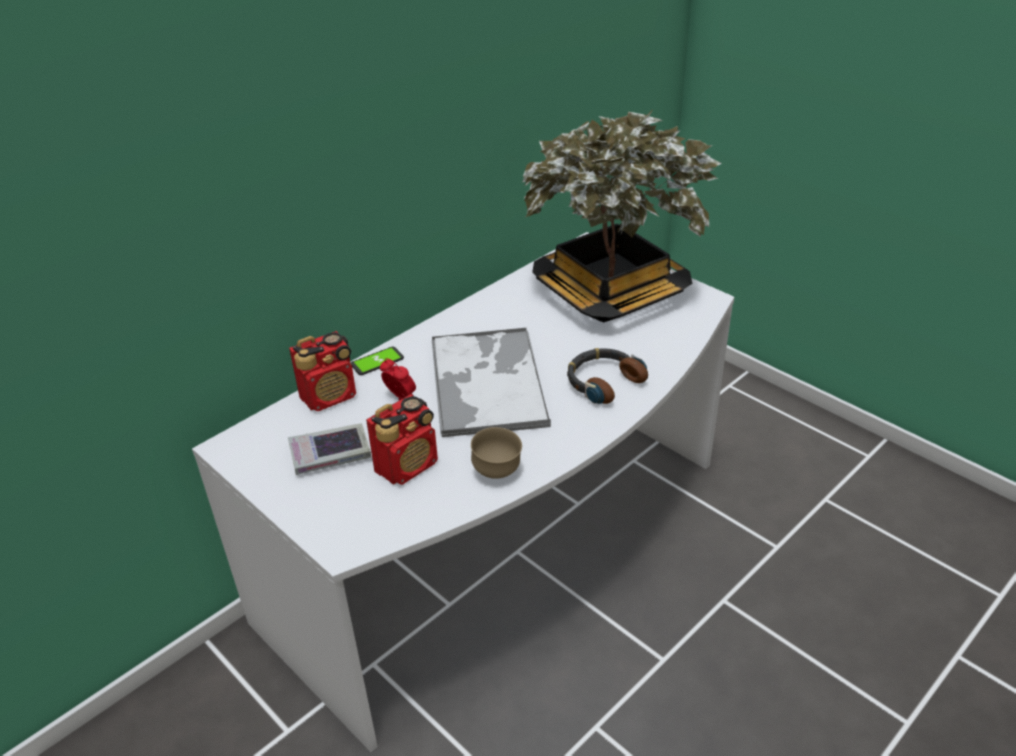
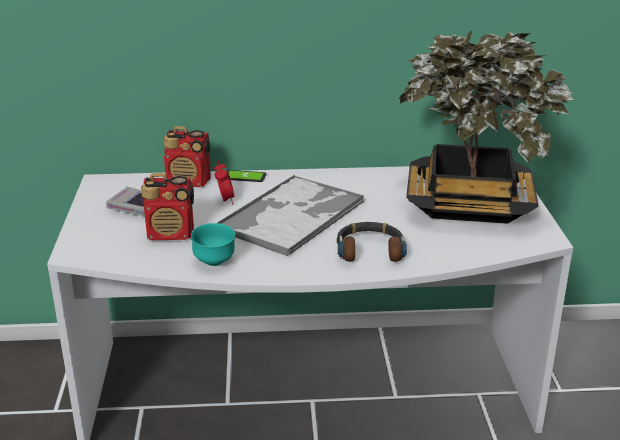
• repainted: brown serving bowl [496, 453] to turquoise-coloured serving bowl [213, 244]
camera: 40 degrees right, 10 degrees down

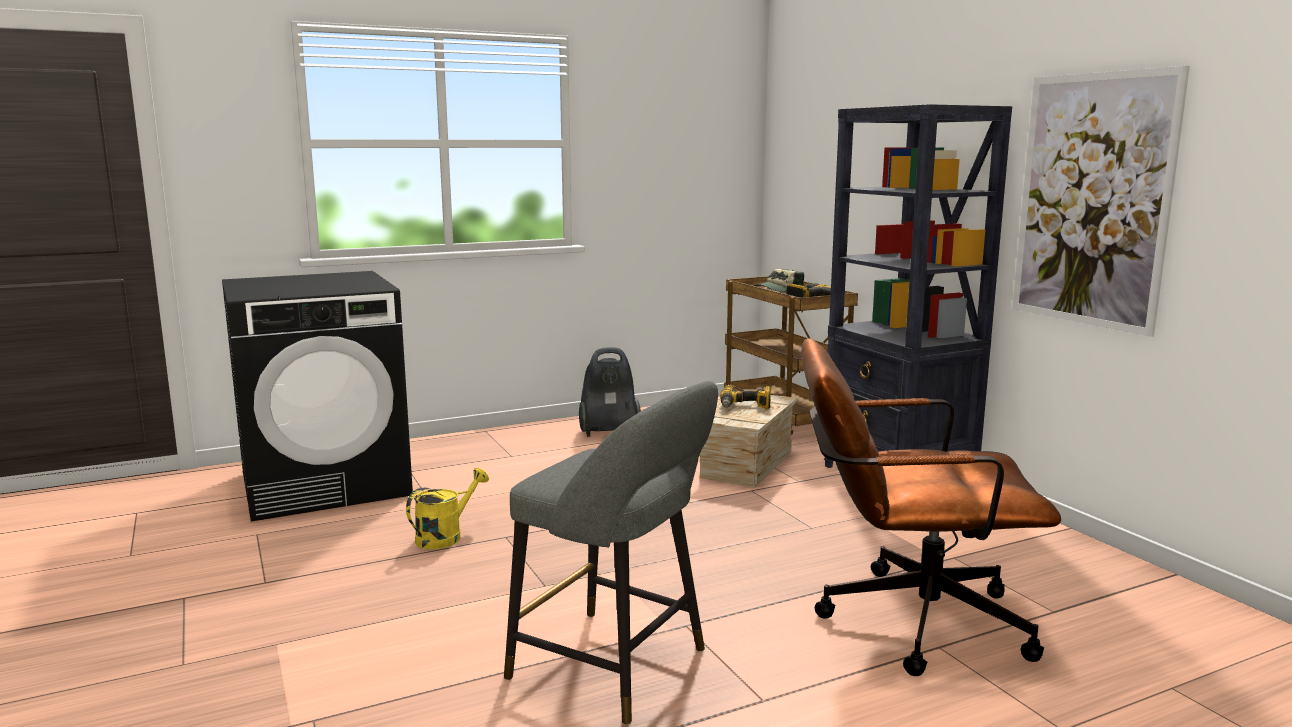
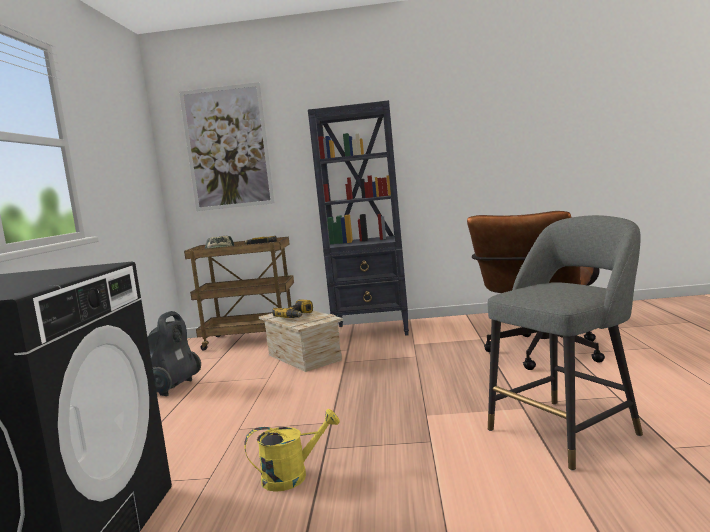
• shifted: picture [1101, 201] to [227, 146]
• rotated: yellow watering can [447, 508] = [292, 450] 90 degrees clockwise
camera: 60 degrees left, 5 degrees down

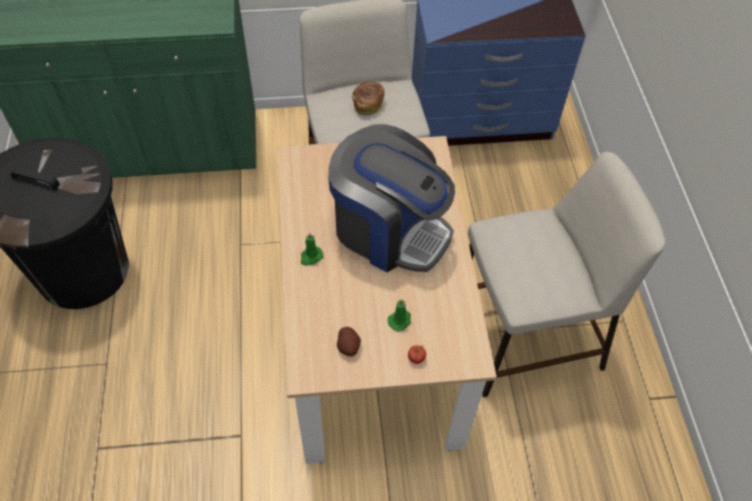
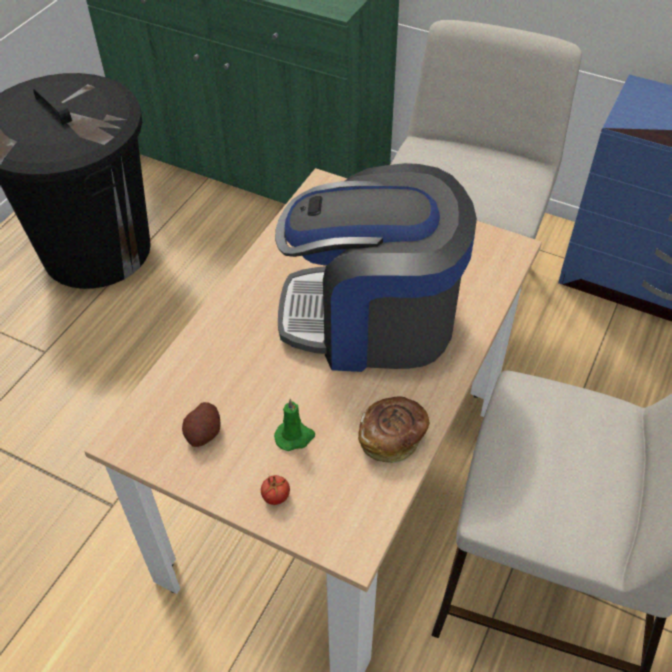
• shifted: bread [368, 98] to [394, 430]
• rotated: coffee brewer [391, 198] = [376, 267] 120 degrees clockwise
• gone: green candle [312, 249]
camera: 35 degrees right, 5 degrees down

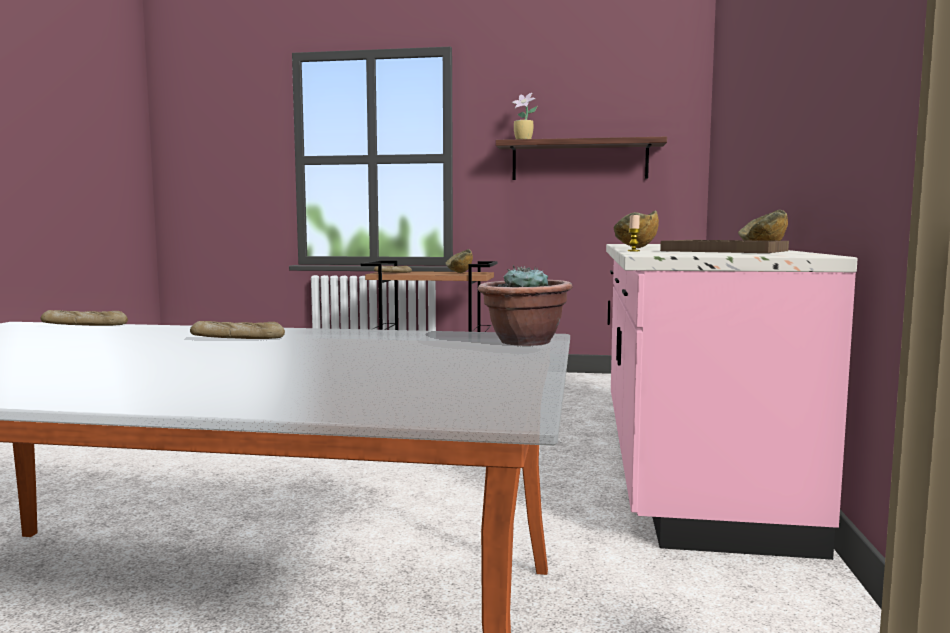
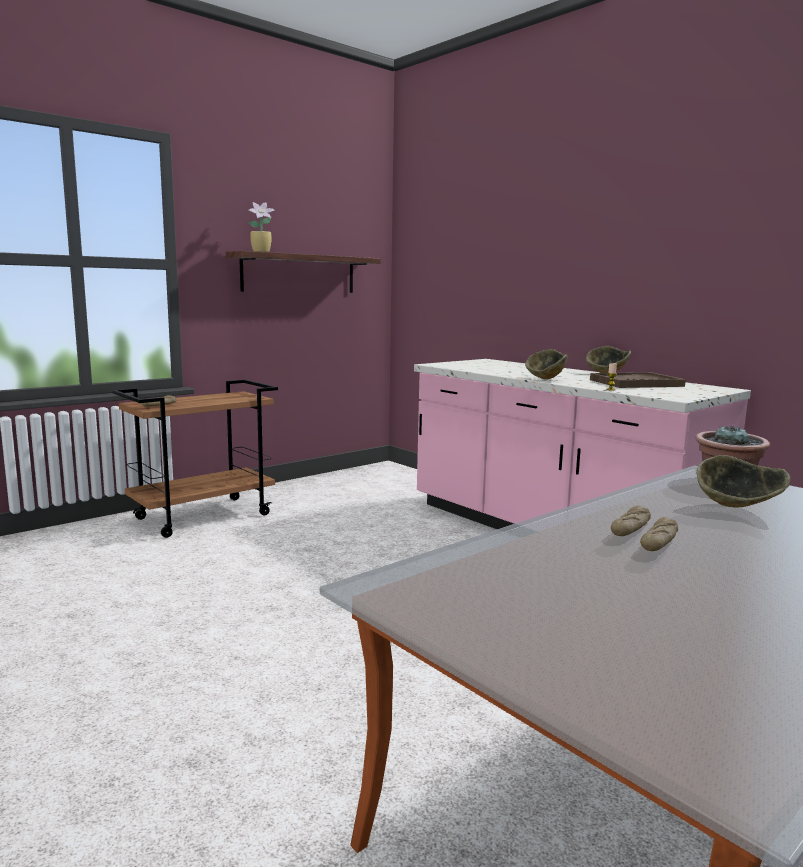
• shifted: serving bowl [459, 261] to [743, 481]
• shifted: bread [84, 318] to [659, 534]
camera: 50 degrees left, 5 degrees up

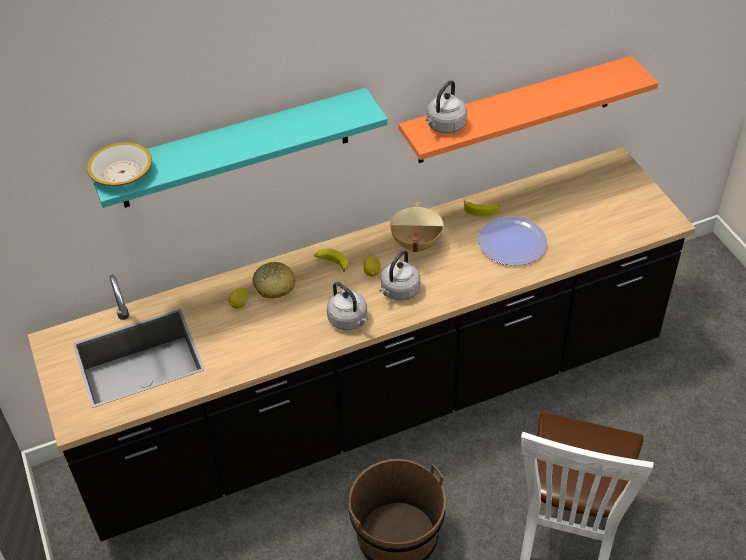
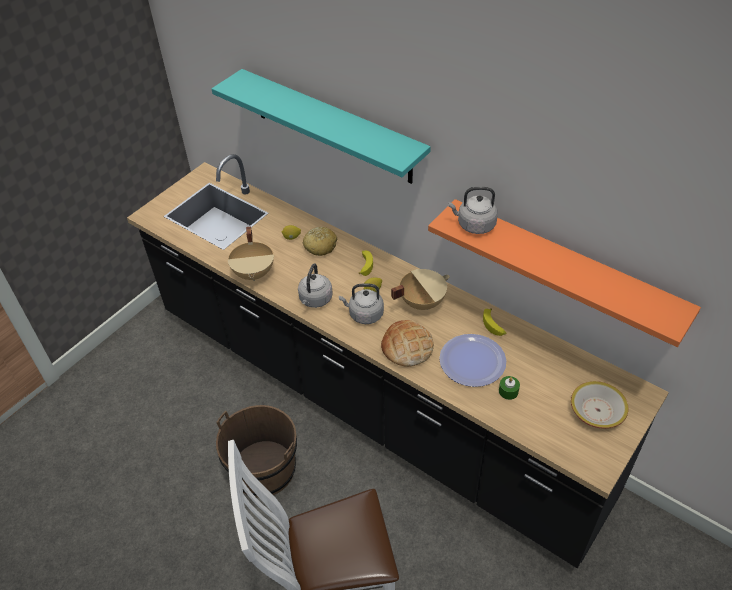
• shifted: serving bowl [119, 164] to [600, 405]
• new: beige-coloured cooking pot [250, 253]
• new: bread [407, 343]
• new: green candle [509, 388]
camera: 60 degrees right, 0 degrees up

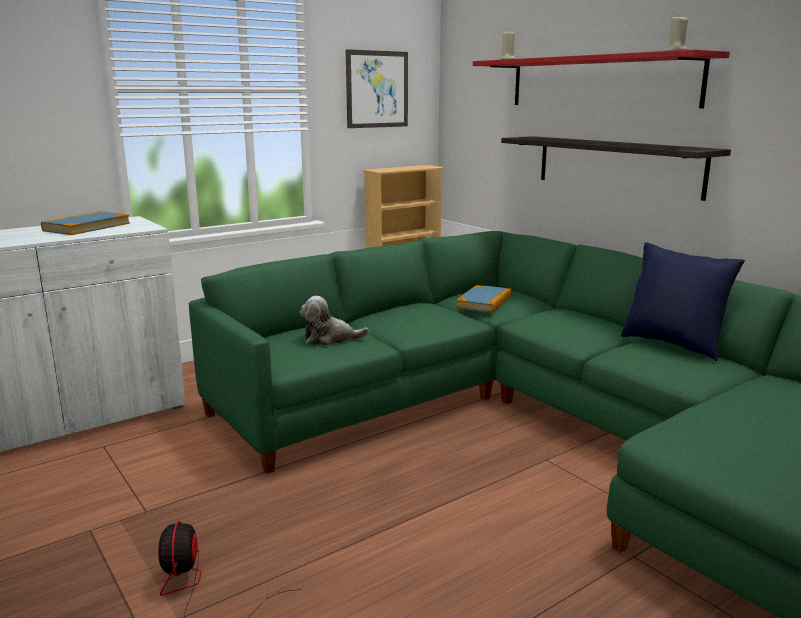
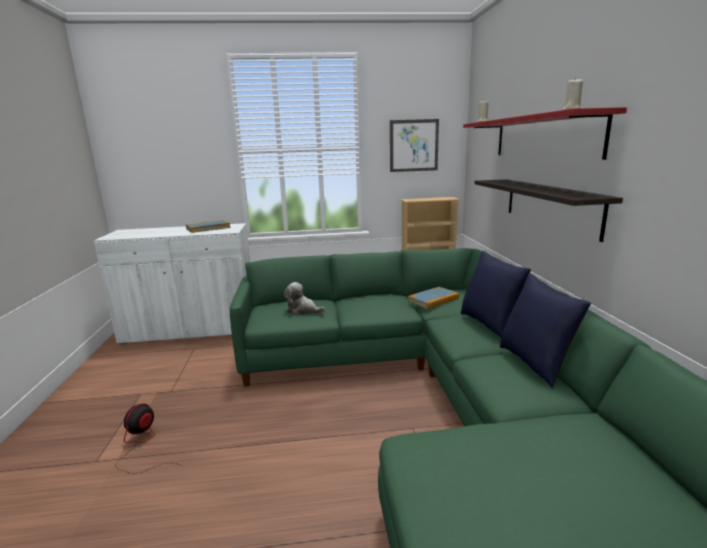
• new: blue cushion [496, 294]
camera: 30 degrees right, 0 degrees up

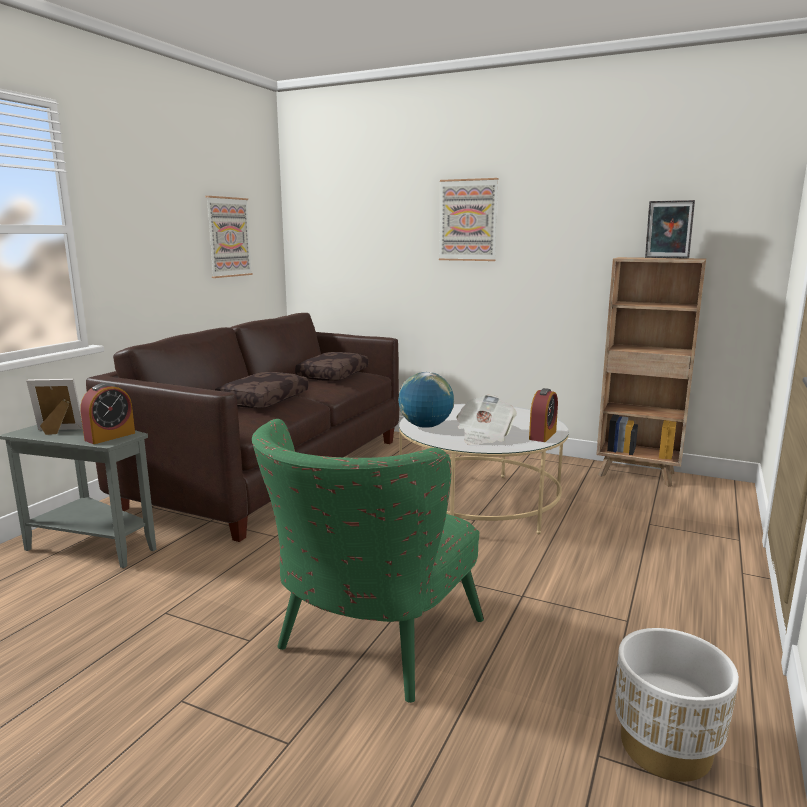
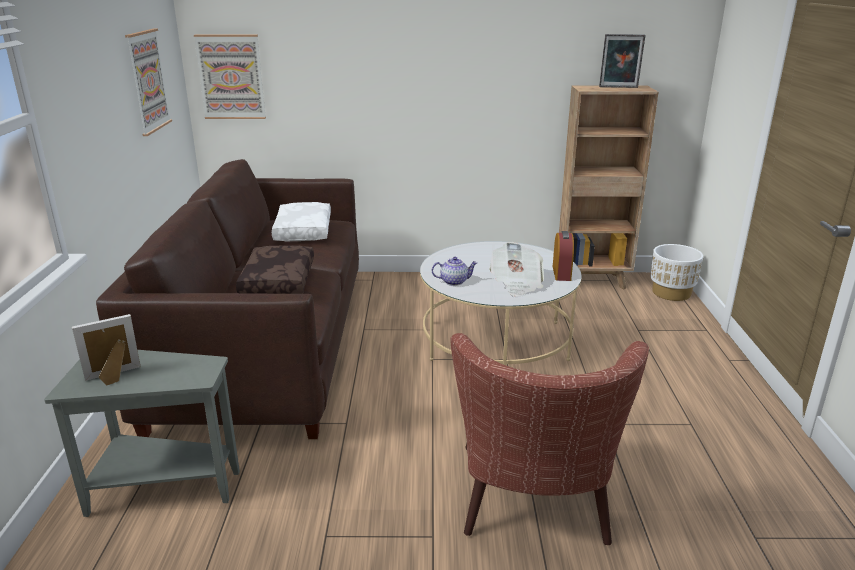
• shifted: picture [468, 219] to [230, 77]
• repainted: brown cushion [331, 366] to white-coloured cushion [301, 221]
• swapped: globe [426, 400] to teapot [454, 271]
• gone: bedside clock [107, 413]
• repainted: green easy chair [368, 561] to brown easy chair [549, 439]
• shifted: white-coloured plant pot [677, 705] to [677, 272]
camera: 25 degrees left, 10 degrees up

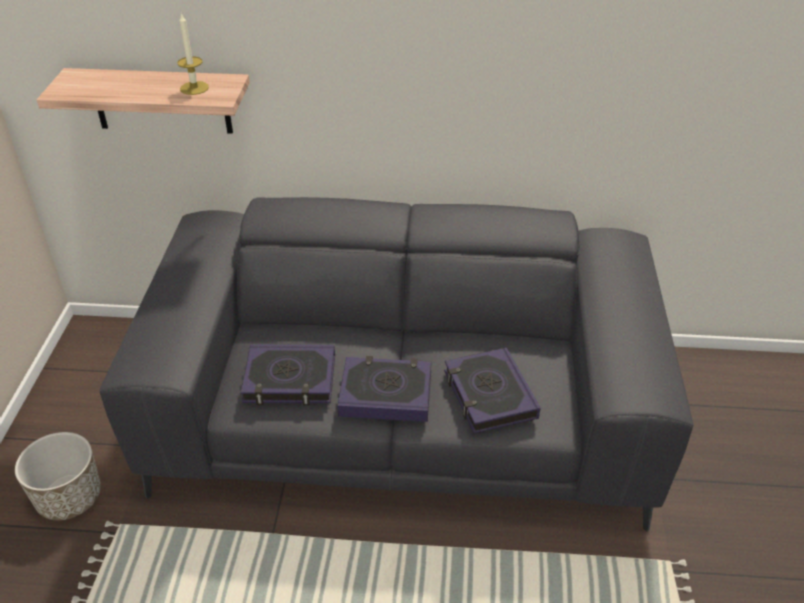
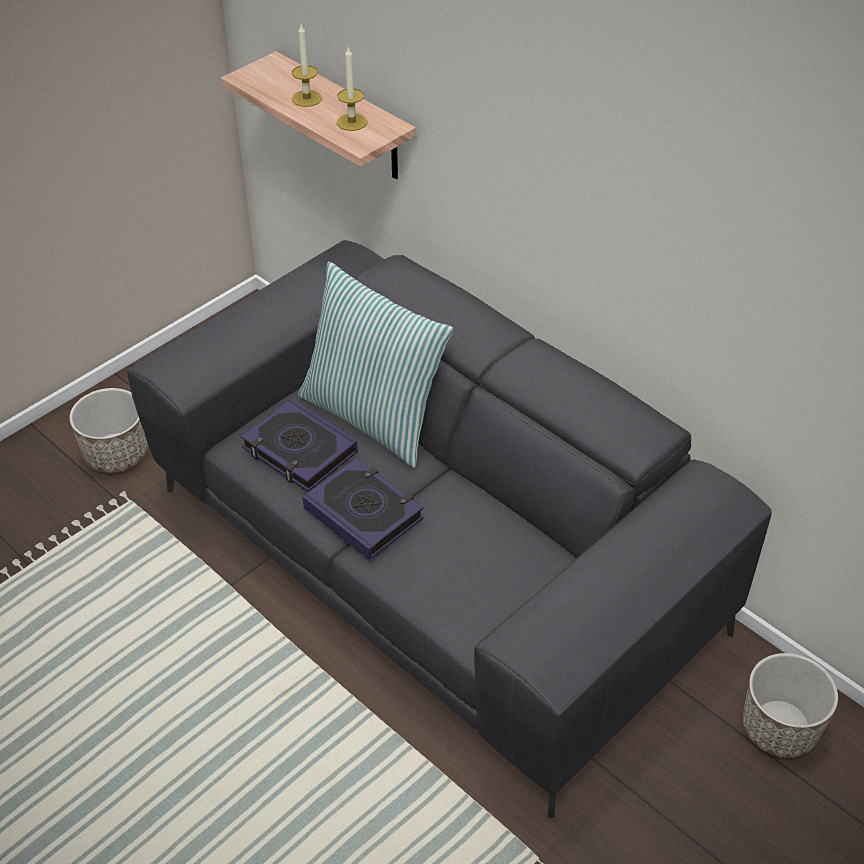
• gone: volume [492, 391]
• new: candle [307, 66]
• new: cushion [375, 365]
• new: plant pot [790, 705]
camera: 40 degrees right, 5 degrees up

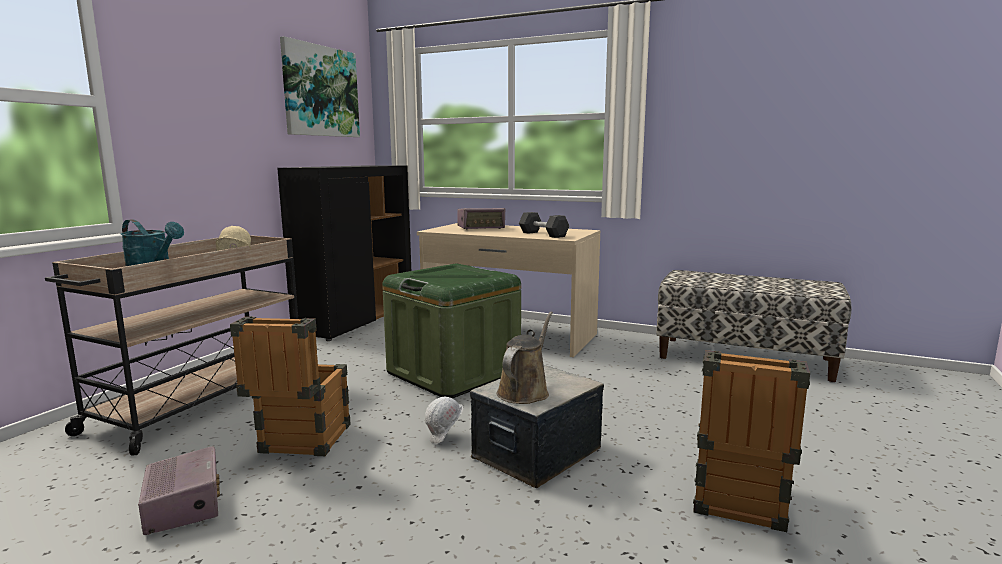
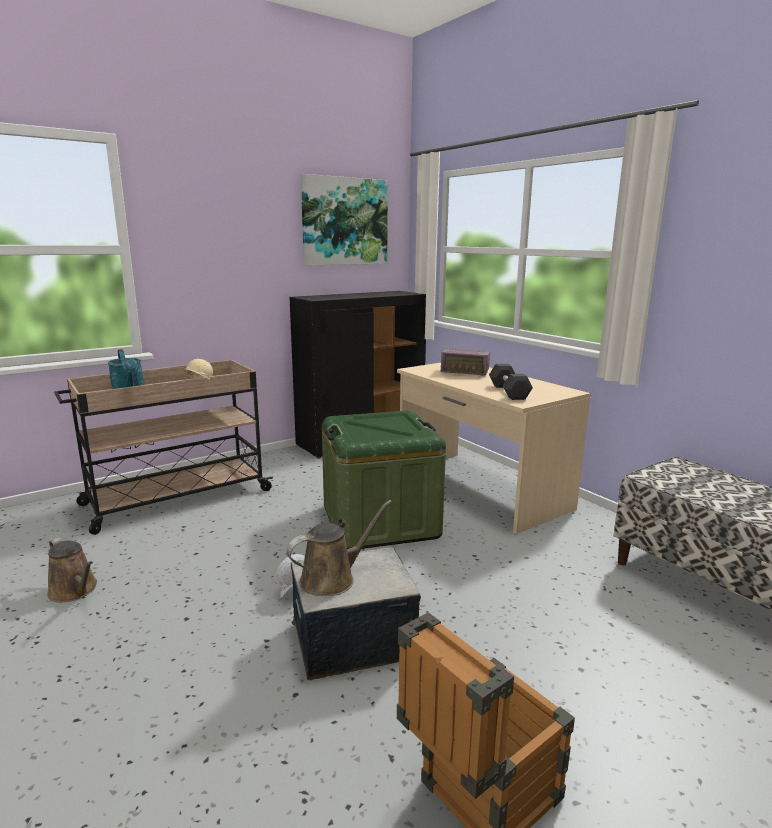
• gone: shipping crate [290, 386]
• swapped: radio set [179, 490] to brown watering can [72, 569]
camera: 30 degrees right, 5 degrees up

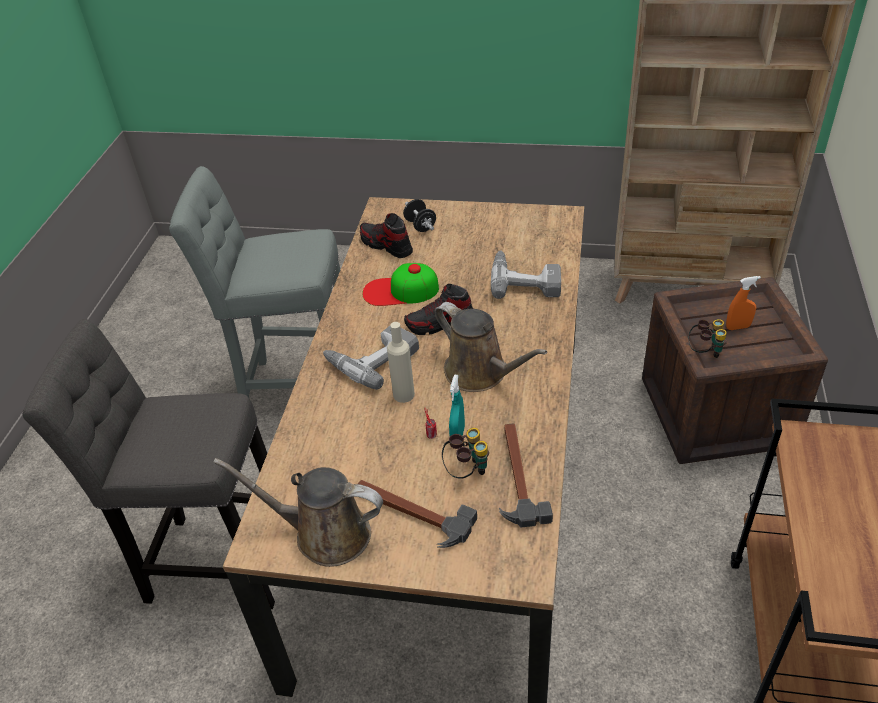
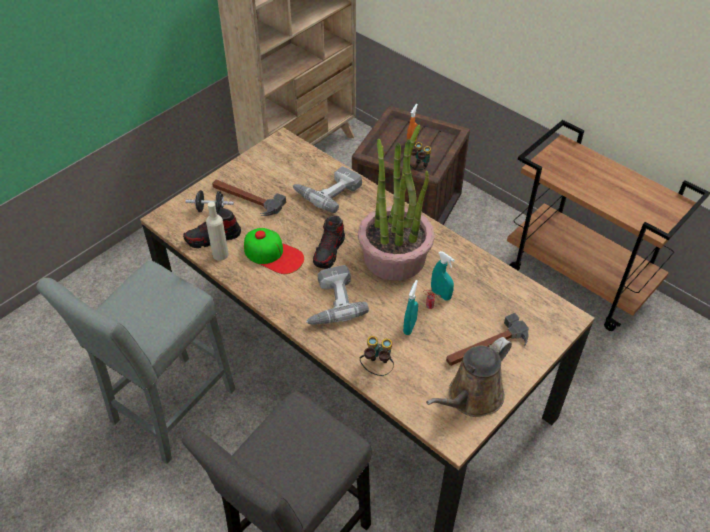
• rotated: baseball cap [400, 284] = [274, 251] 90 degrees counterclockwise
• swapped: brown watering can [491, 347] to houseplant [396, 202]
• shifted: beige-coloured drink bottle [401, 362] to [217, 231]
• shifted: hand hammer [526, 475] to [249, 197]
• shifted: pair of binoculars [465, 453] to [377, 356]
• new: turquoise-coloured spray bottle [410, 307]
camera: 60 degrees left, 5 degrees up

